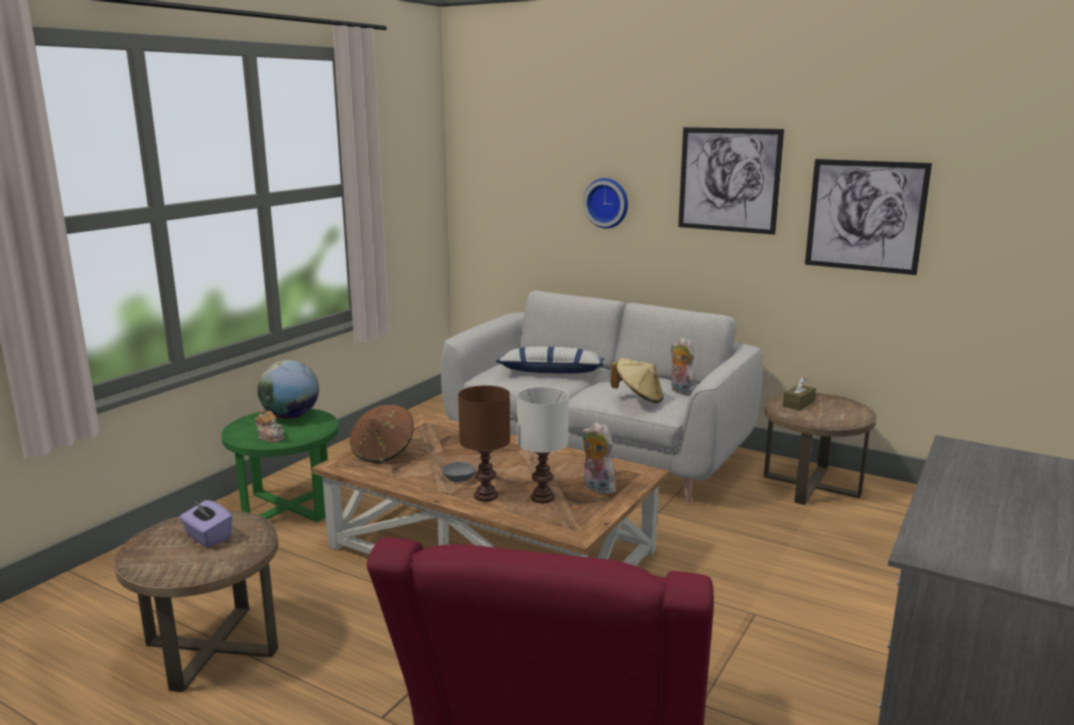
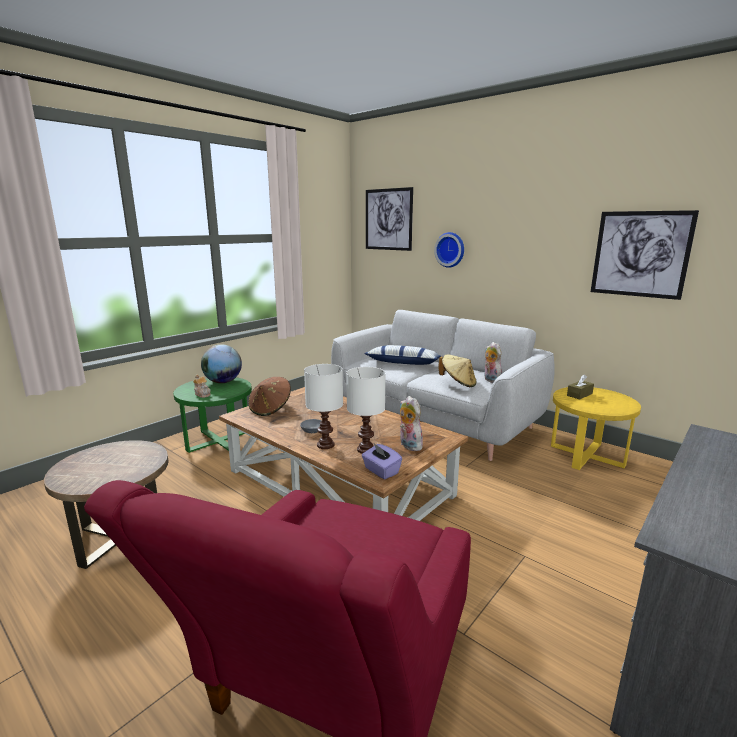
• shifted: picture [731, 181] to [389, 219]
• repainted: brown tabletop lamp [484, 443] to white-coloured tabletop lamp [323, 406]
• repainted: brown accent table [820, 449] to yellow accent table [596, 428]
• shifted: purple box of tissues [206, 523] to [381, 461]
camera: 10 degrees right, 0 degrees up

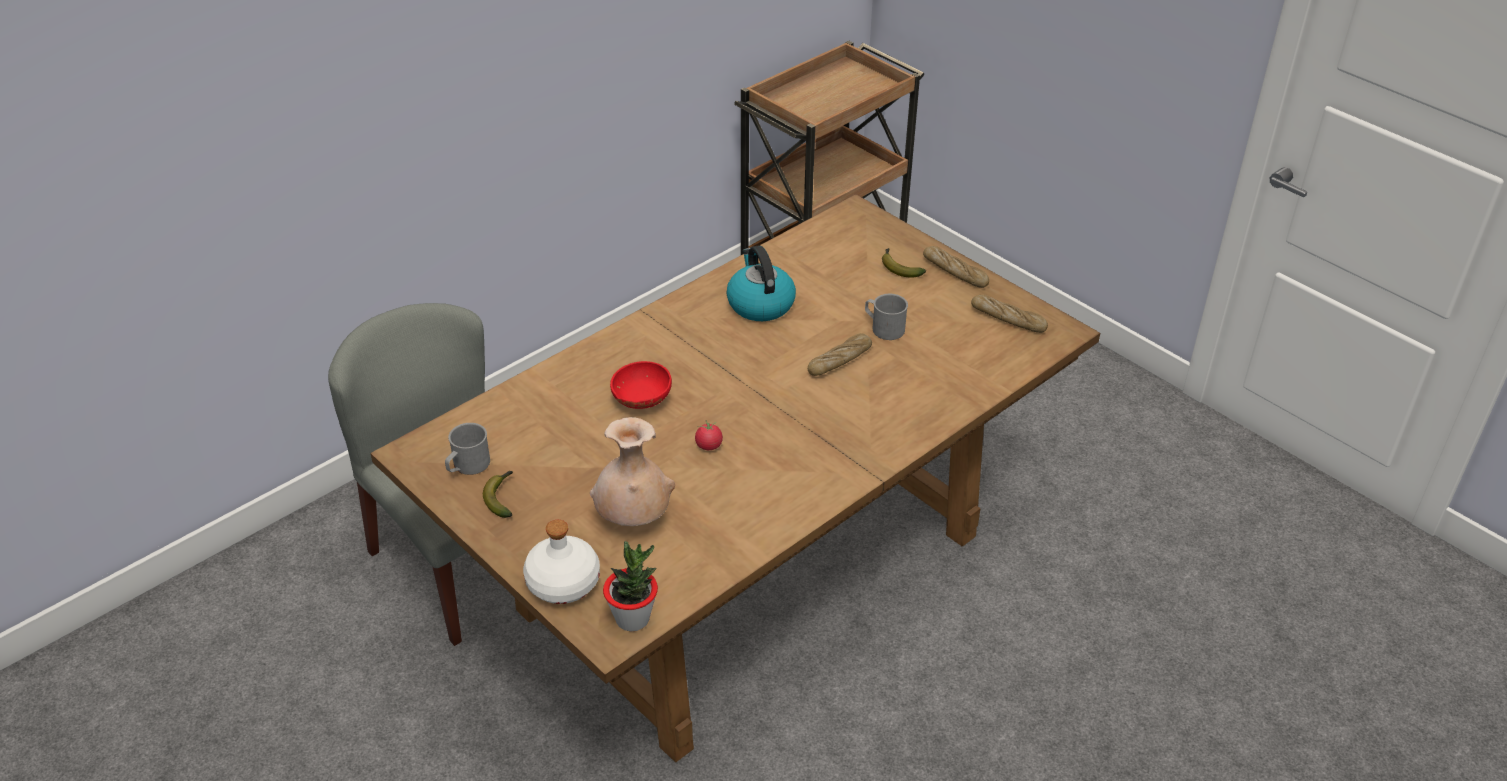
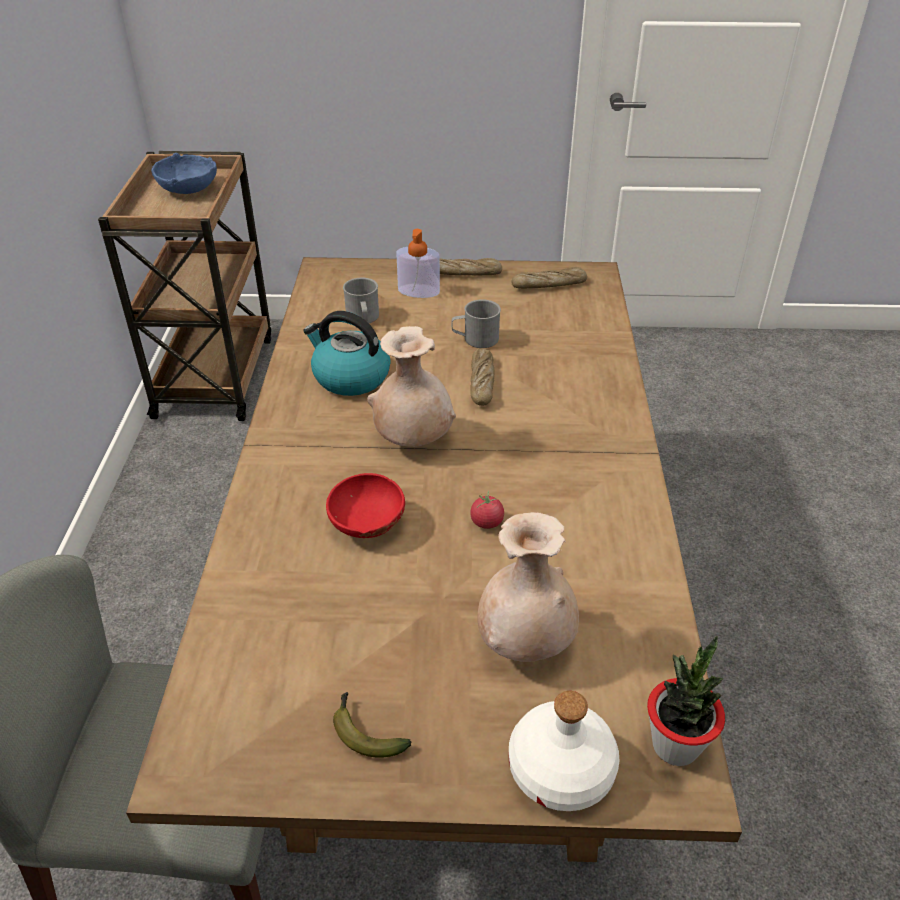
• swapped: banana fruit [904, 262] to soap bottle [418, 263]
• shifted: grey coffee mug [467, 449] to [361, 300]
• new: blue serving bowl [184, 173]
• new: beige-coloured decorative vase [411, 386]
camera: 45 degrees left, 0 degrees up

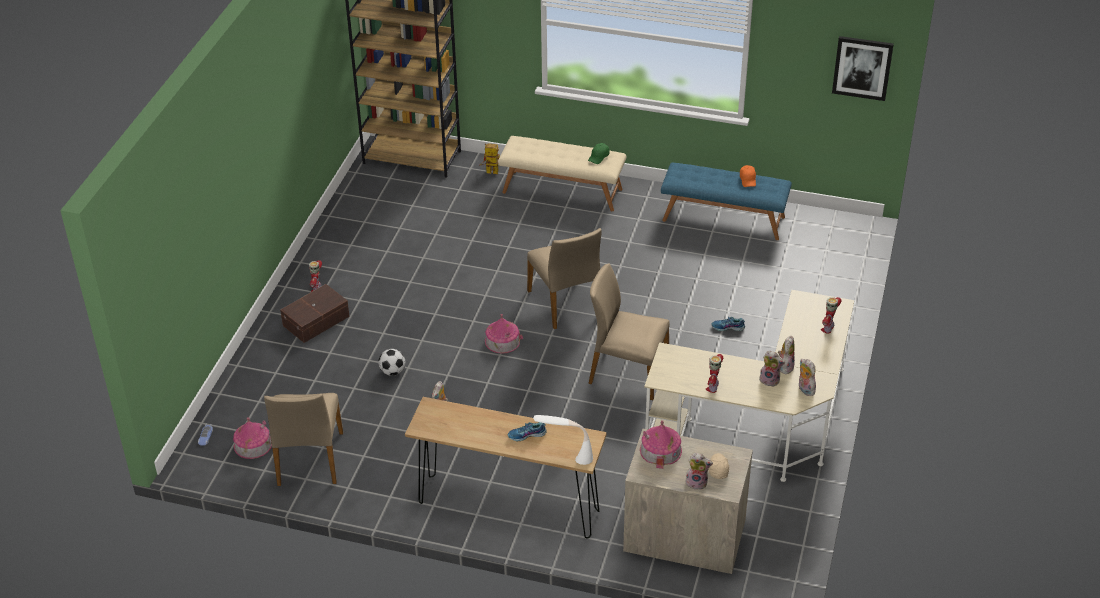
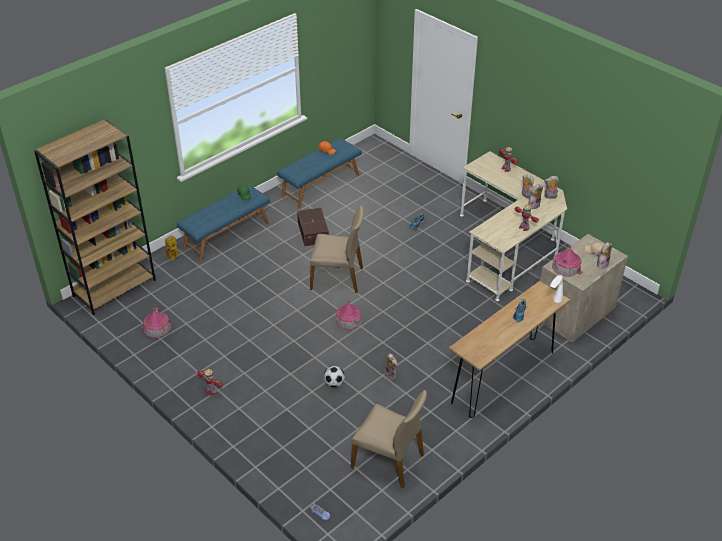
• gone: picture [863, 68]
• repainted: beige-coloured indoor bench [562, 173] to blue indoor bench [223, 223]
• gone: beige-coloured upright chair [629, 332]
• shifted: brown storage bin [315, 313] to [313, 227]
• shifted: model house [252, 438] to [156, 322]
camera: 60 degrees left, 0 degrees up

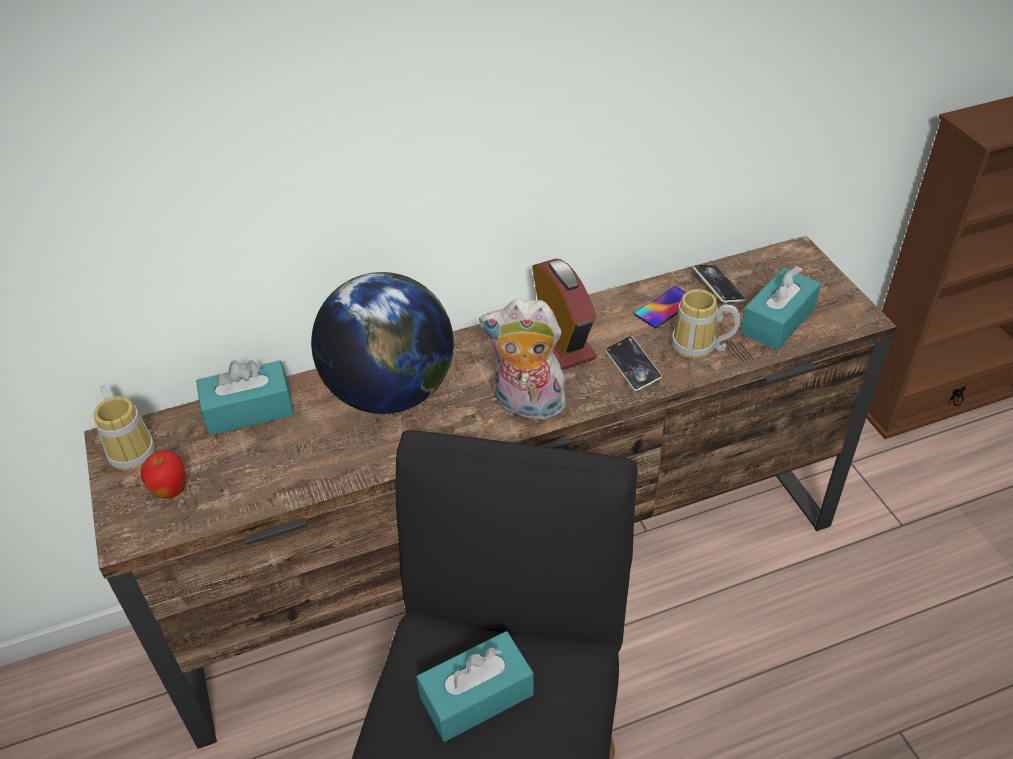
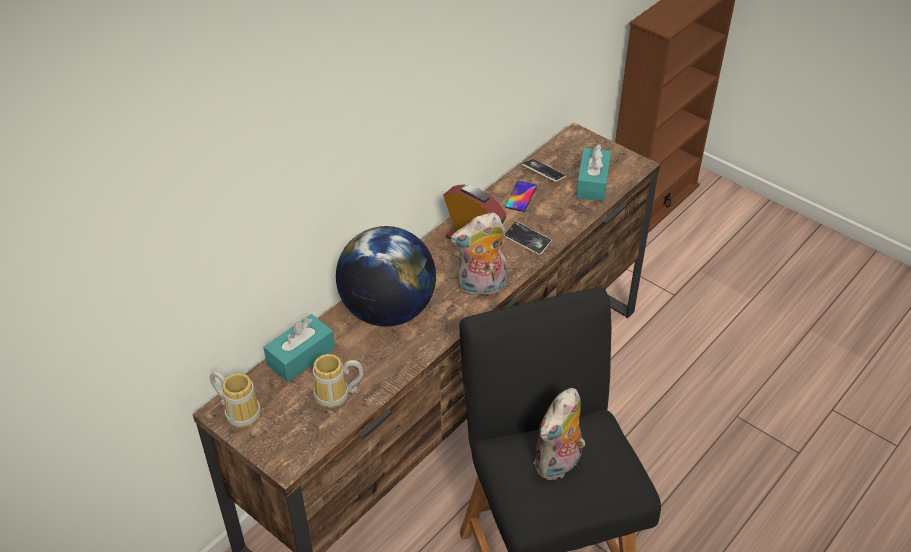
• shifted: coffee mug [706, 324] to [338, 381]
• gone: apple [163, 474]
• swapped: turquoise-coloured box of tissues [475, 686] to plush toy [559, 434]
camera: 30 degrees left, 0 degrees up

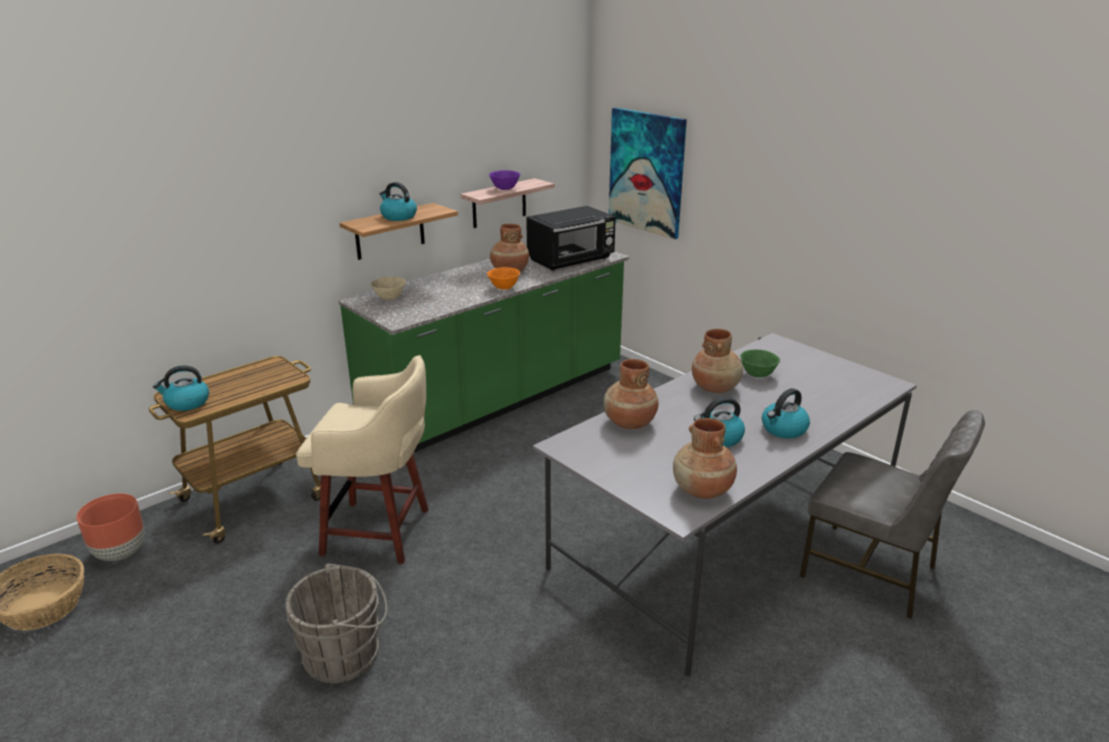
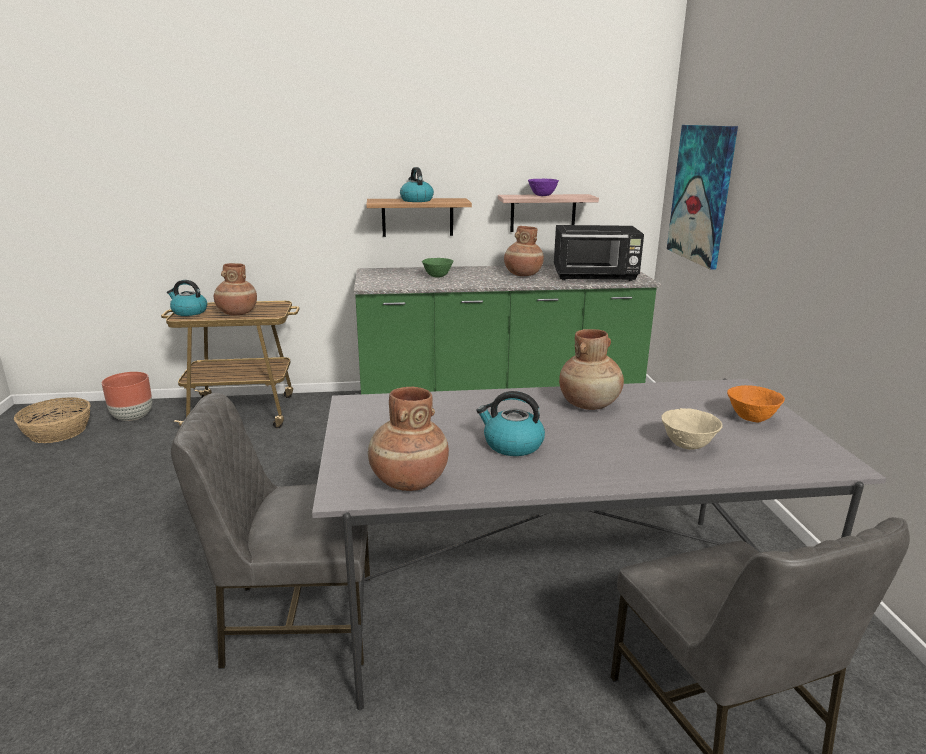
• shifted: orange serving bowl [503, 278] to [756, 403]
• shifted: beige-coloured serving bowl [388, 288] to [692, 429]
• shifted: green serving bowl [760, 364] to [437, 268]
• gone: beige-coloured sitting stool [362, 459]
• shifted: brown decorative vase [631, 394] to [235, 289]
• gone: tea kettle [786, 413]
• gone: grey bucket [336, 623]
• new: grey upright chair [270, 531]
camera: 35 degrees right, 5 degrees down

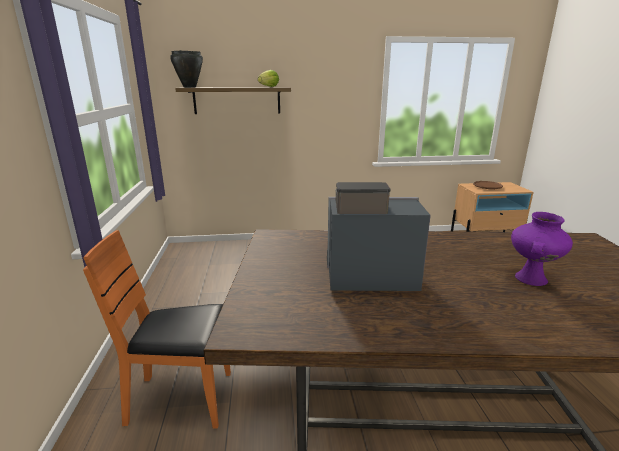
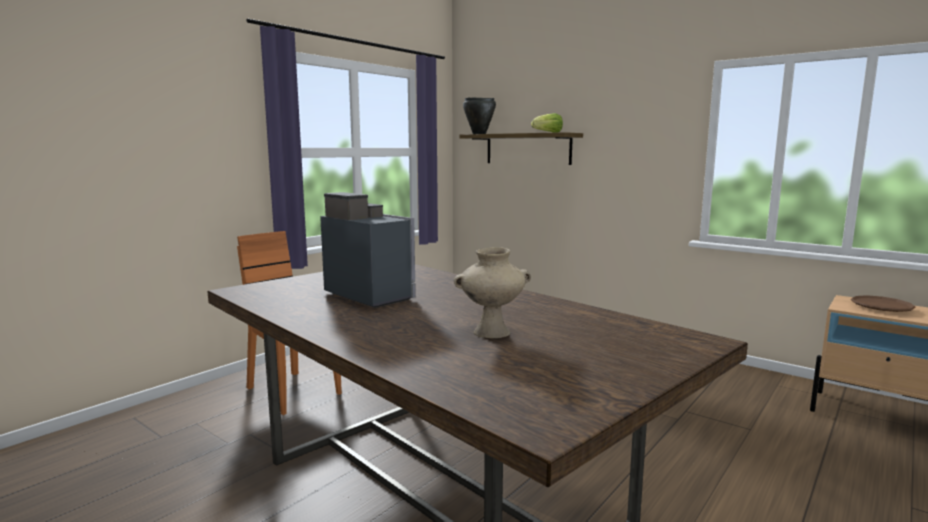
• repainted: purple decorative vase [542, 249] to beige-coloured decorative vase [492, 292]
camera: 45 degrees right, 10 degrees down

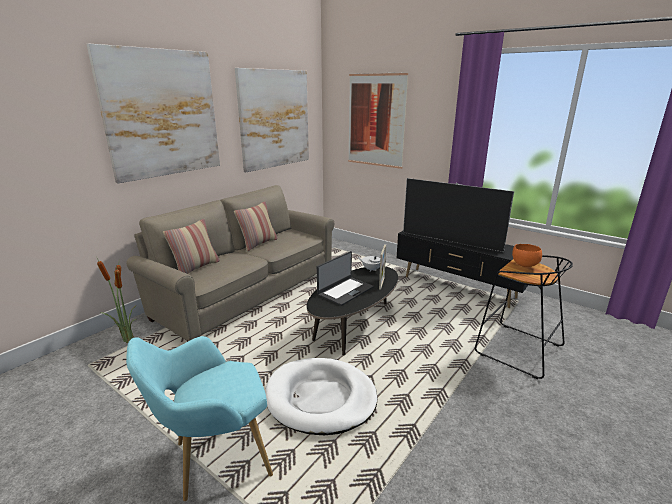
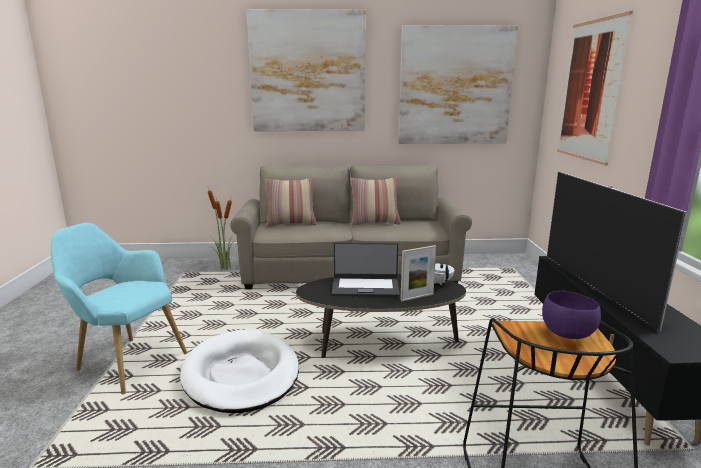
• repainted: orange serving bowl [527, 255] to purple serving bowl [571, 315]
camera: 50 degrees right, 5 degrees down

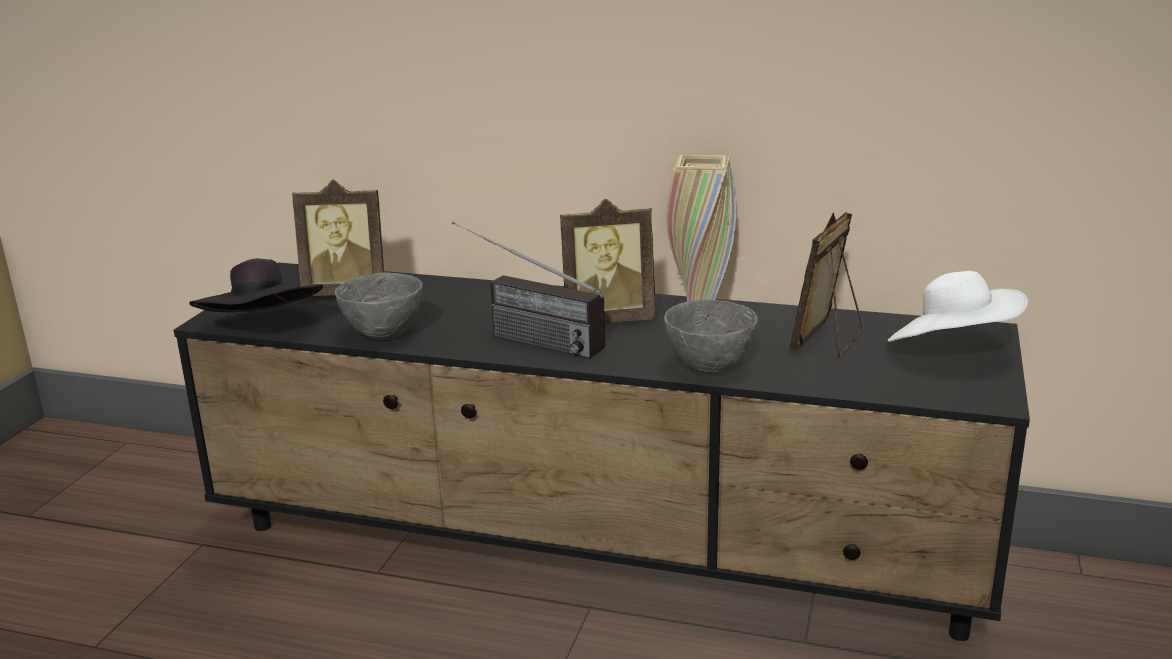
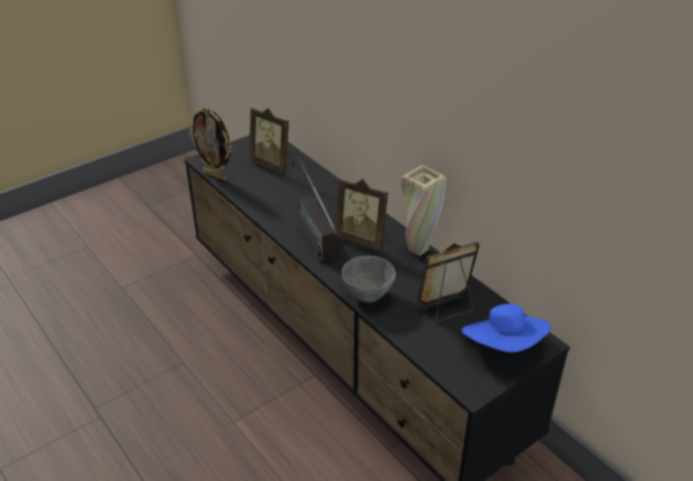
• swapped: blackish wearable hat [256, 285] to picture frame [210, 144]
• repainted: white-coloured wearable hat [958, 306] to blue wearable hat [506, 328]
• gone: grey serving bowl [379, 306]
camera: 35 degrees right, 15 degrees up

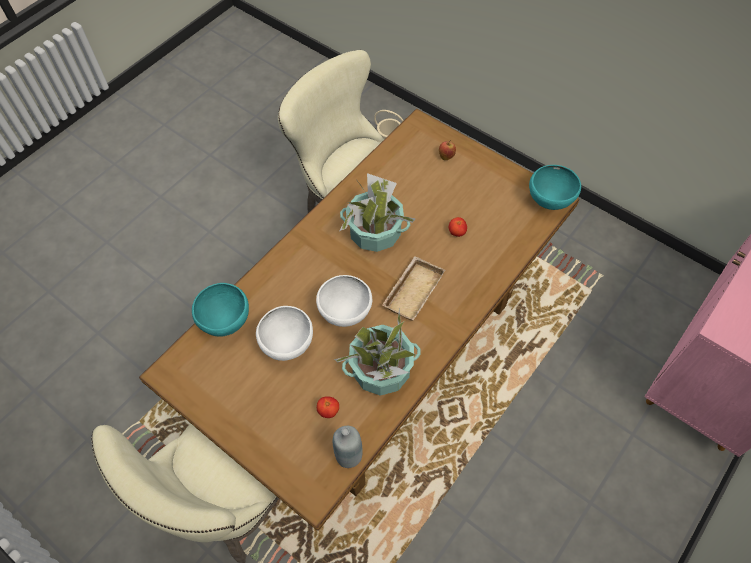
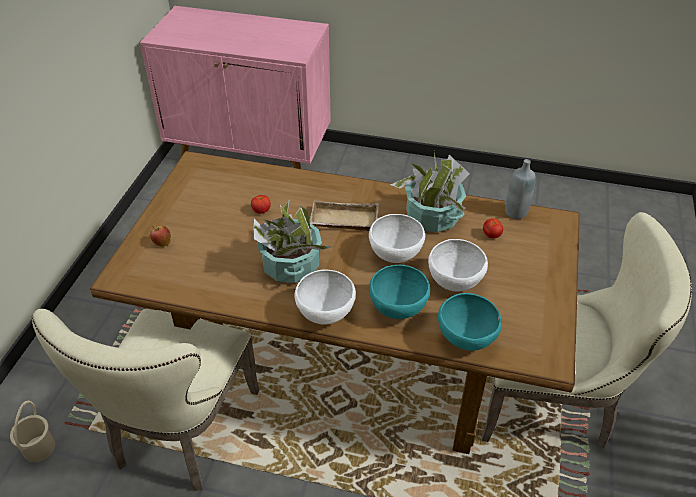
• shifted: turquoise-coloured serving bowl [555, 187] to [399, 292]
• new: white-coloured serving bowl [325, 296]
camera: 115 degrees left, 15 degrees down

